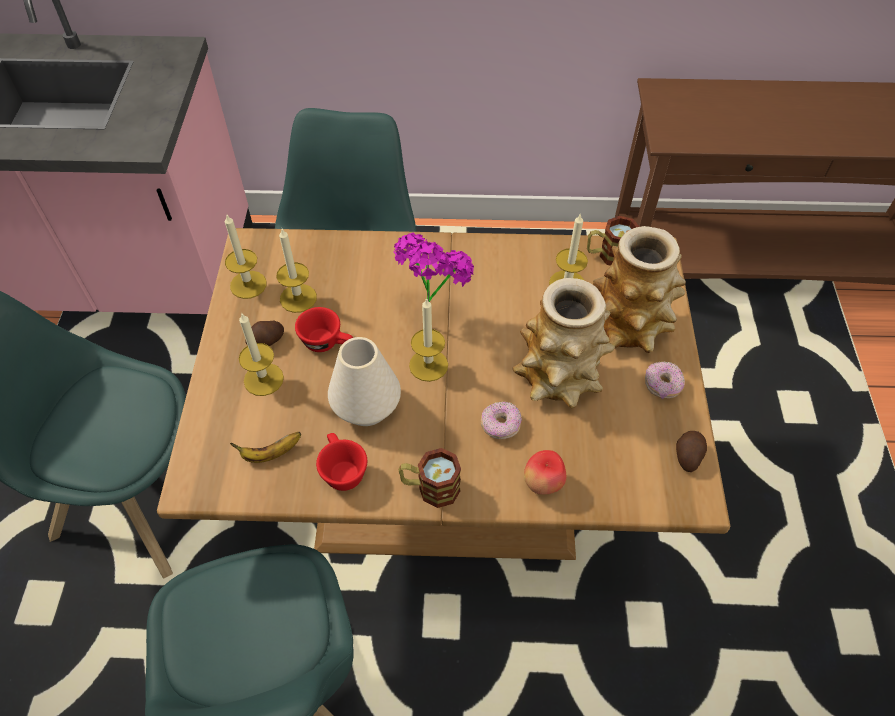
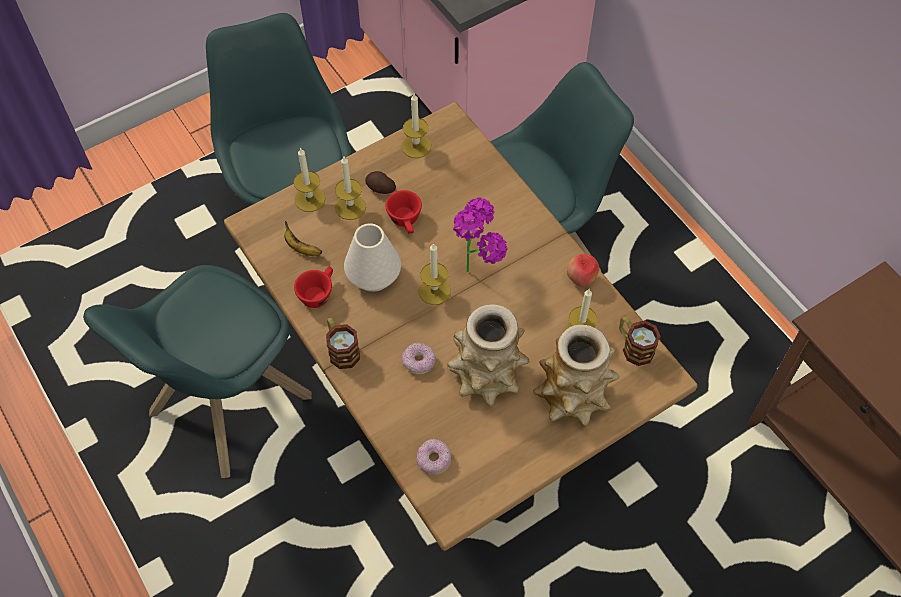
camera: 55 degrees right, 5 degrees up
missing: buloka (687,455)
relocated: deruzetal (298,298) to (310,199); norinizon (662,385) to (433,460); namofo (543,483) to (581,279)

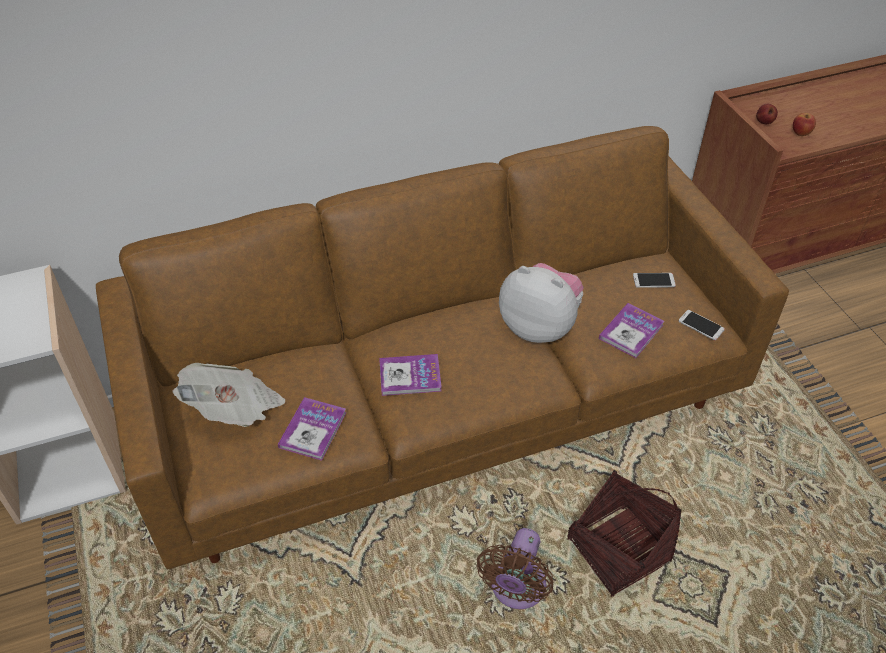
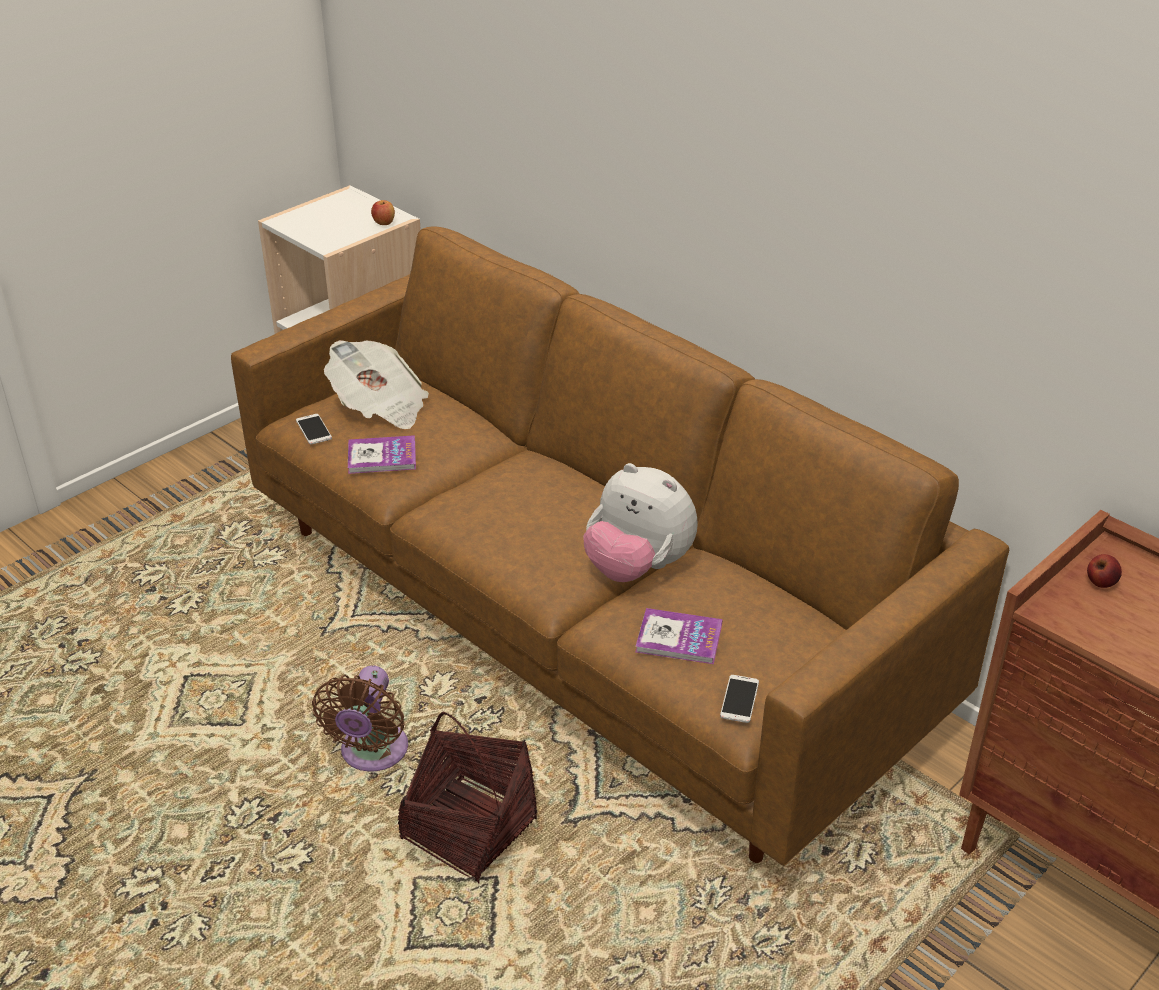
camera: 65 degrees right, 10 degrees down
missing: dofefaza (410,376)
relocated: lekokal (654,280) to (314,429); namofo (801,133) to (383,223)
spun: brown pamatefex (516,590) = (372,754) 75 degrees counterclockwise; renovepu (539,326) = (638,567) 120 degrees clockwise

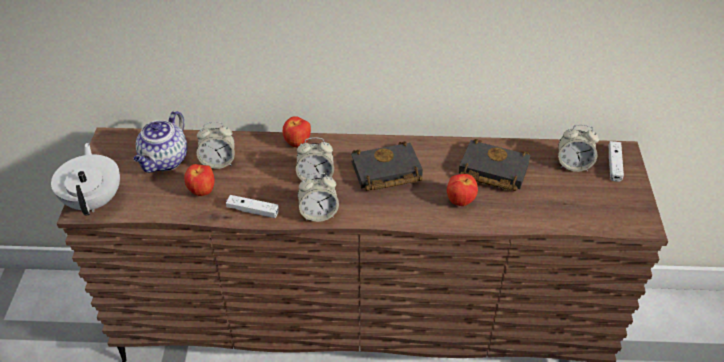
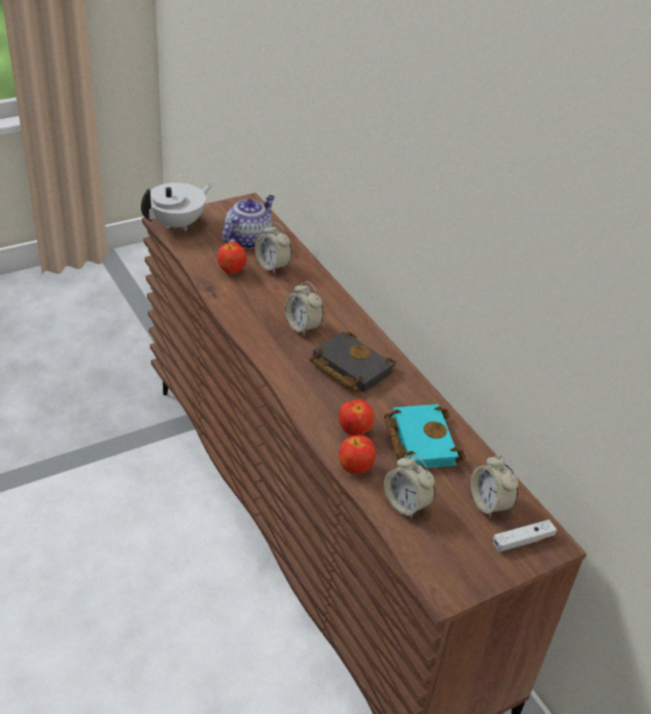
camera: 55 degrees right, 5 degrees down
missing: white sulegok (253,211)
relocated: namofo (297,144) to (355,469); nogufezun (318,213) to (406,505)
colour: black dofefaza (491,170) to turquoise dofefaza (418,440)
spun: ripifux (165,161) = (248,239) 135 degrees clockwise

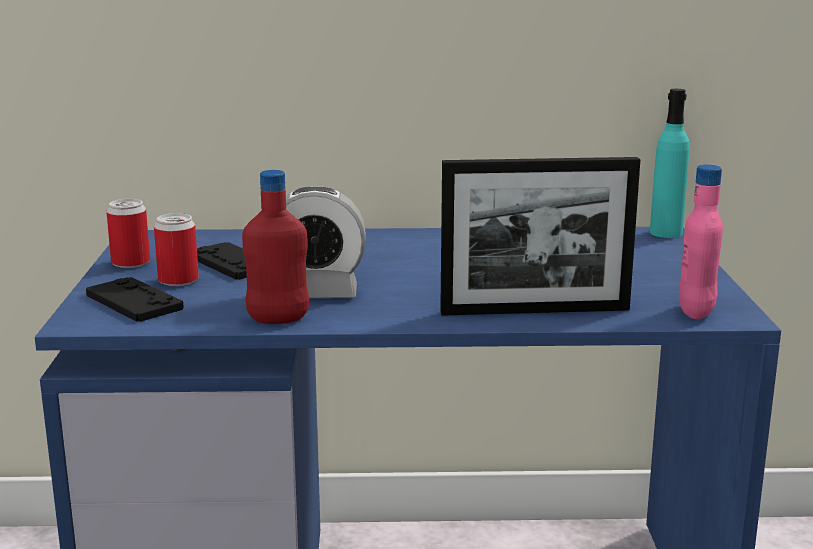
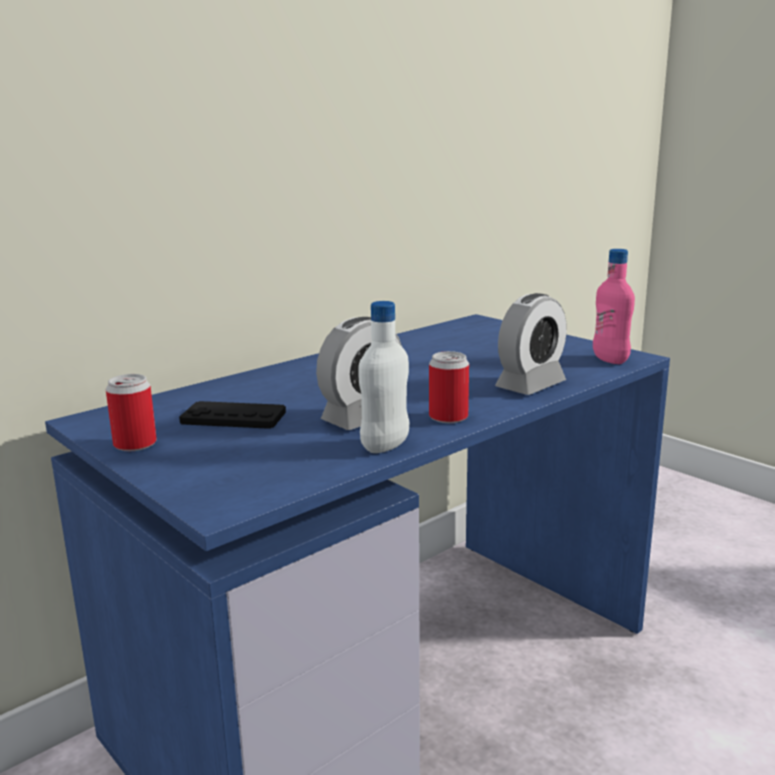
camera: 40 degrees left, 0 degrees up
missing: black sulegok (134,302); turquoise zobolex (666,233)
relocated: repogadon (178,280) to (448,417)
exchanged: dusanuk (535,311) to nogufezun (530,385)
colour: red zobolex (278,320) to white zobolex (385,446)

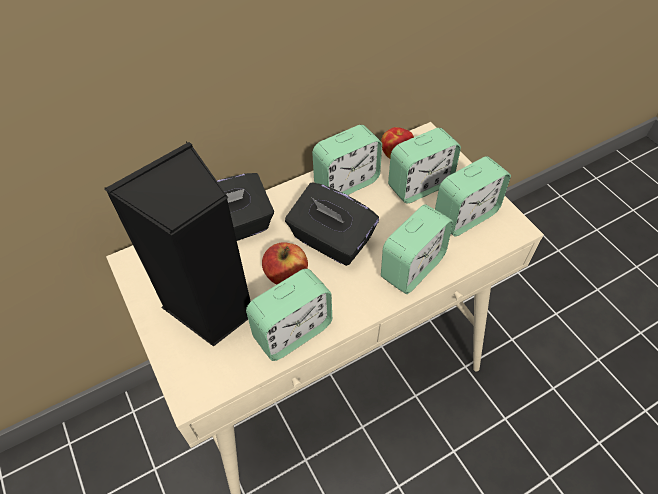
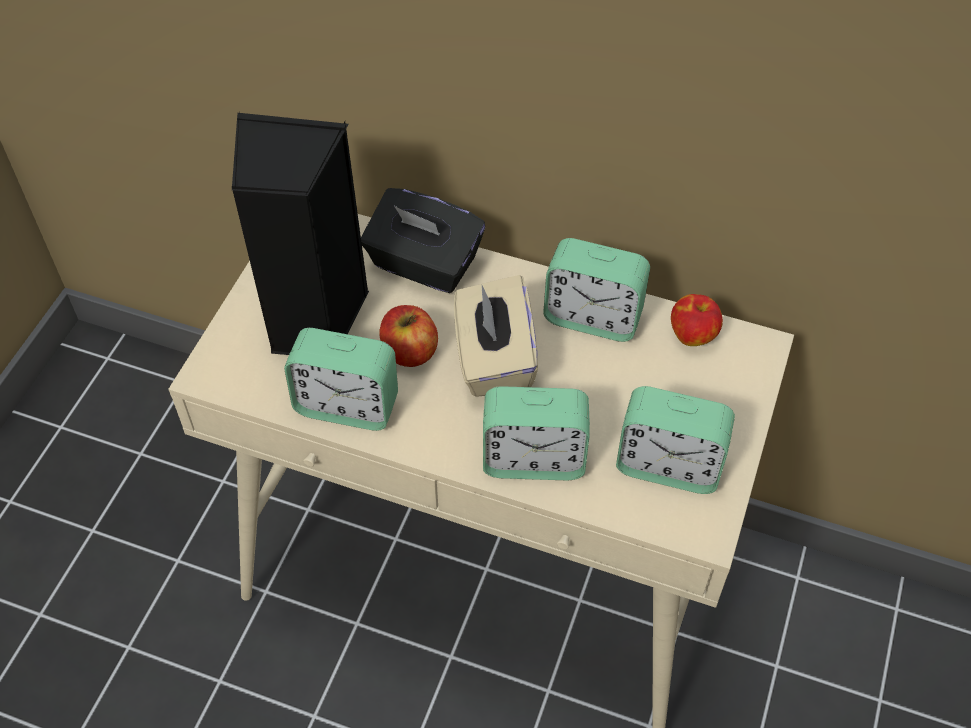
camera: 50 degrees right, 0 degrees up
missing: nogufezun (419,185)
colour: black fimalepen (330,240) to beige fimalepen (494,359)

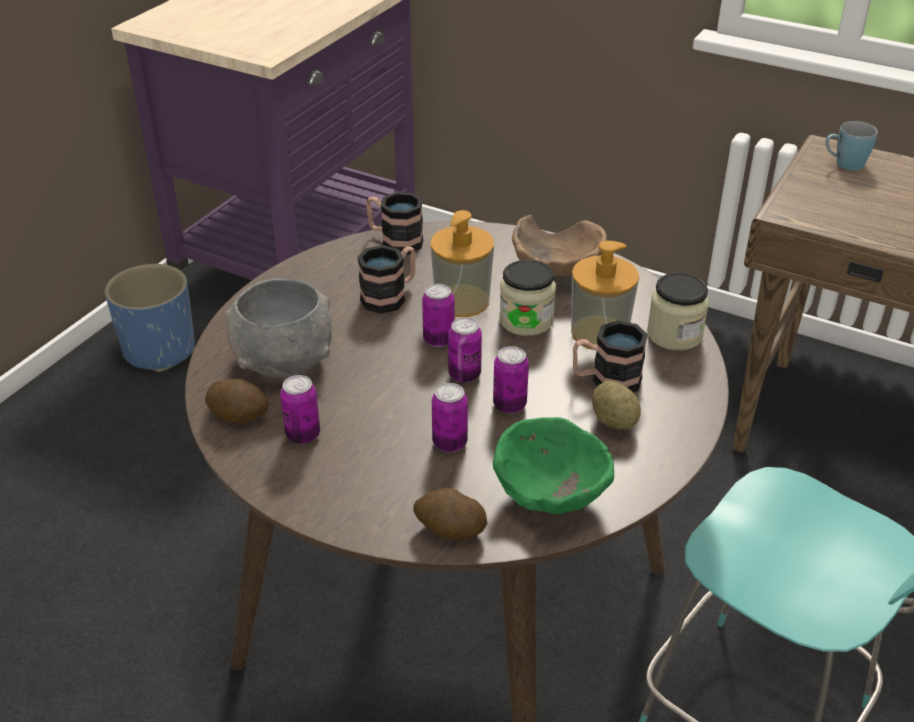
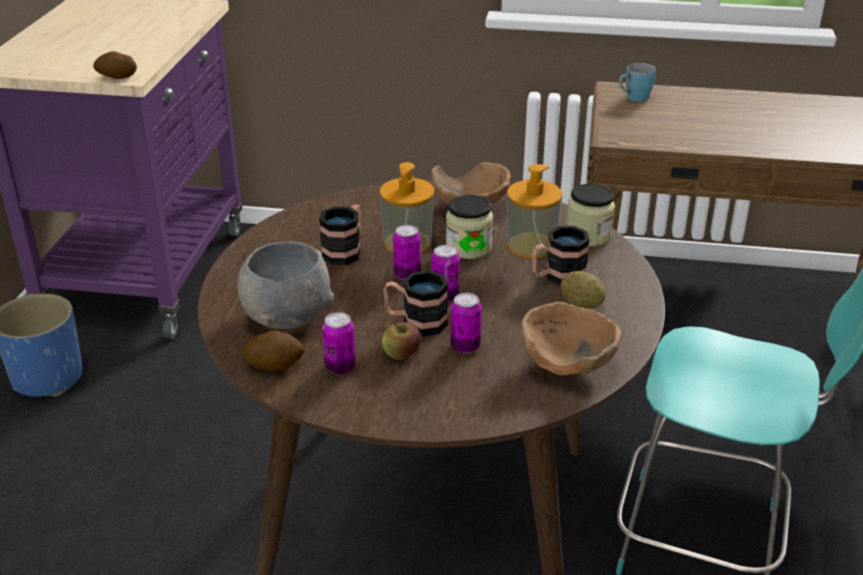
camera: 20 degrees left, 5 degrees down
missing: repogadon (509,405)
appeared: namofo (401,354)
relocated: buloka (449,529) to (116,77); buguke (394,241) to (416,322)
colour: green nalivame (554,496) to brown nalivame (570,365)

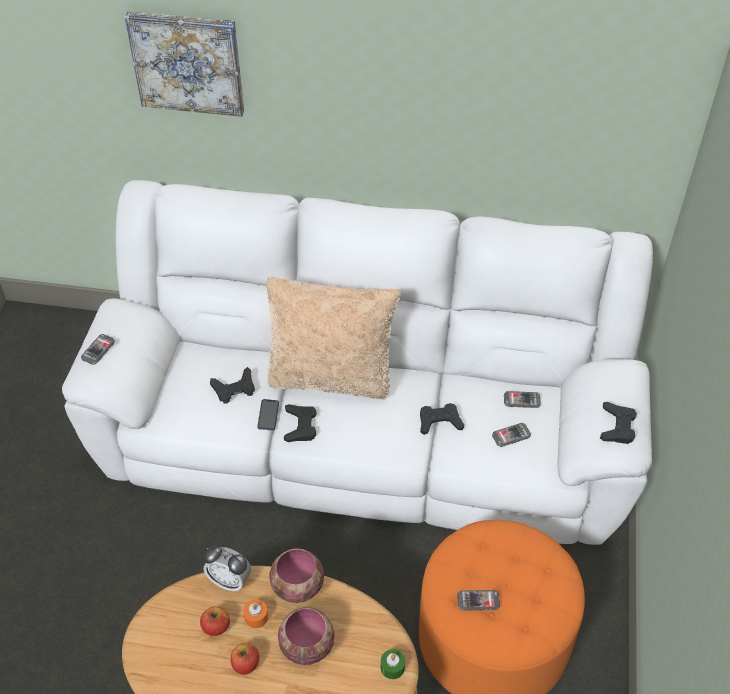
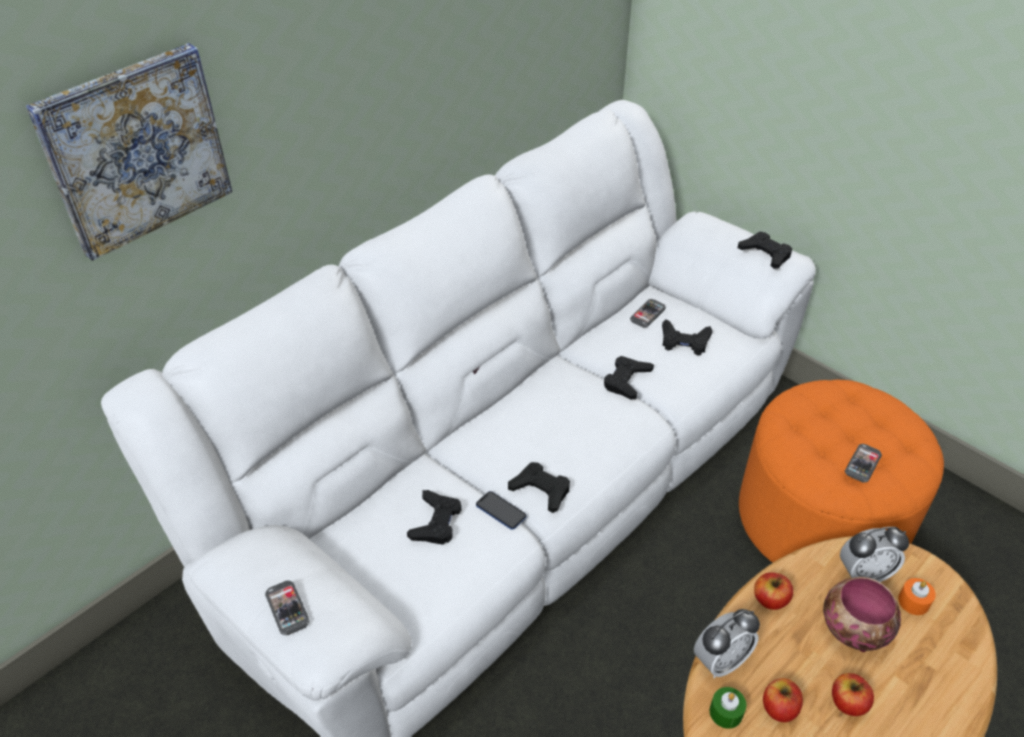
camera: 55 degrees left, 5 degrees down
missing: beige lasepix (332,380)
appeared: nogufezun (863,574)
relocated: green deruzetal (392,667) to (726,712); orange deruzetal (256,617) to (913,601)
exchanged: lekokal (511,435) to black sulegok (684,341); nalivame (297,588) to namofo (770,599)

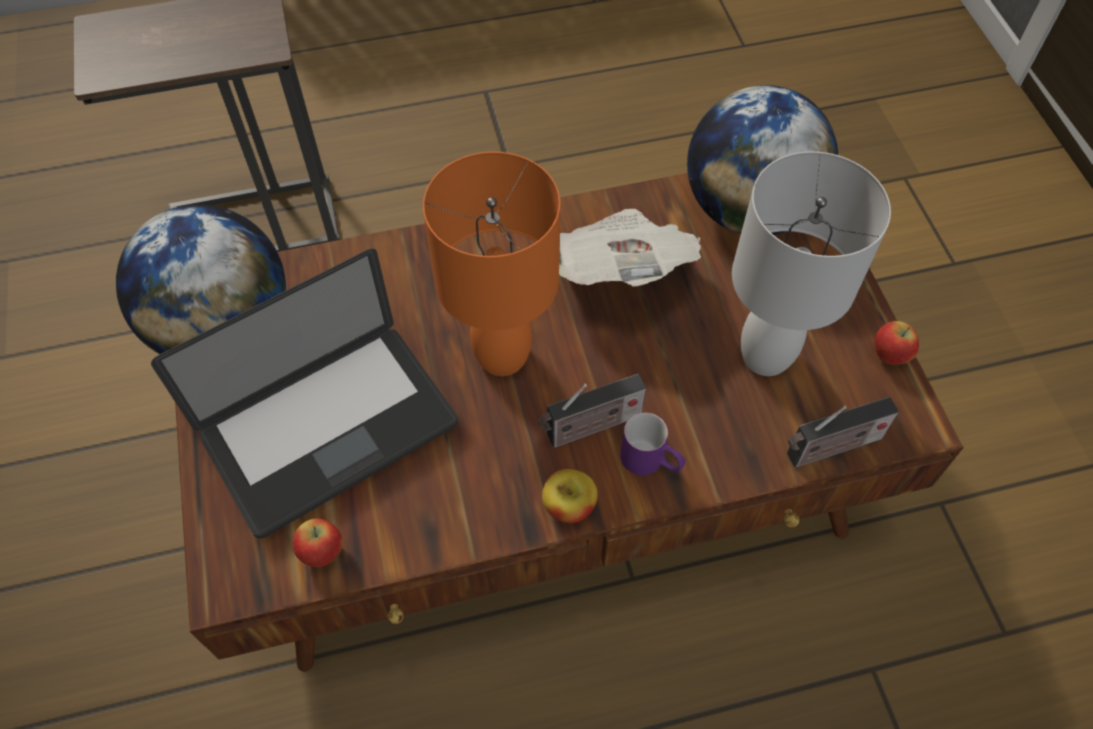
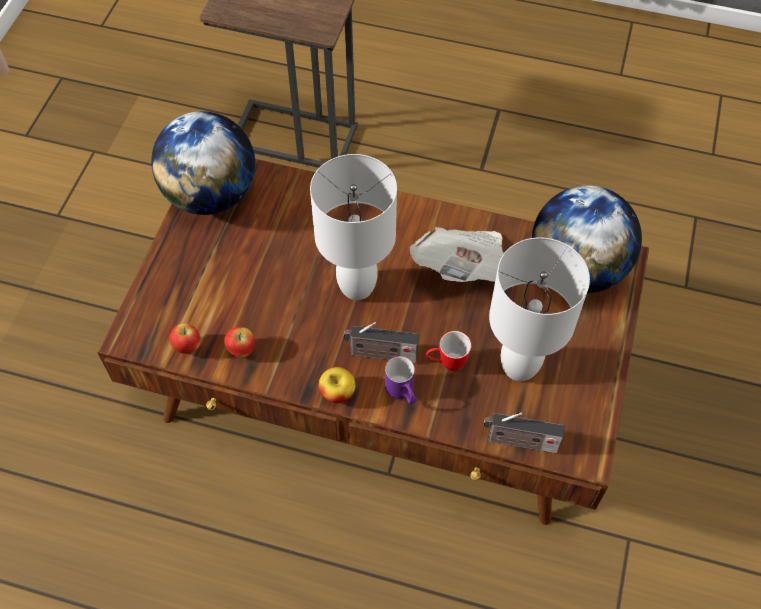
camera: 30 degrees right, 0 degrees up
missing: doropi (330,430)
appeared: buguke (446,363)
relocated: namofo (889,355) to (241,350)
colour: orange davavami (504,356) to white davavami (358,287)

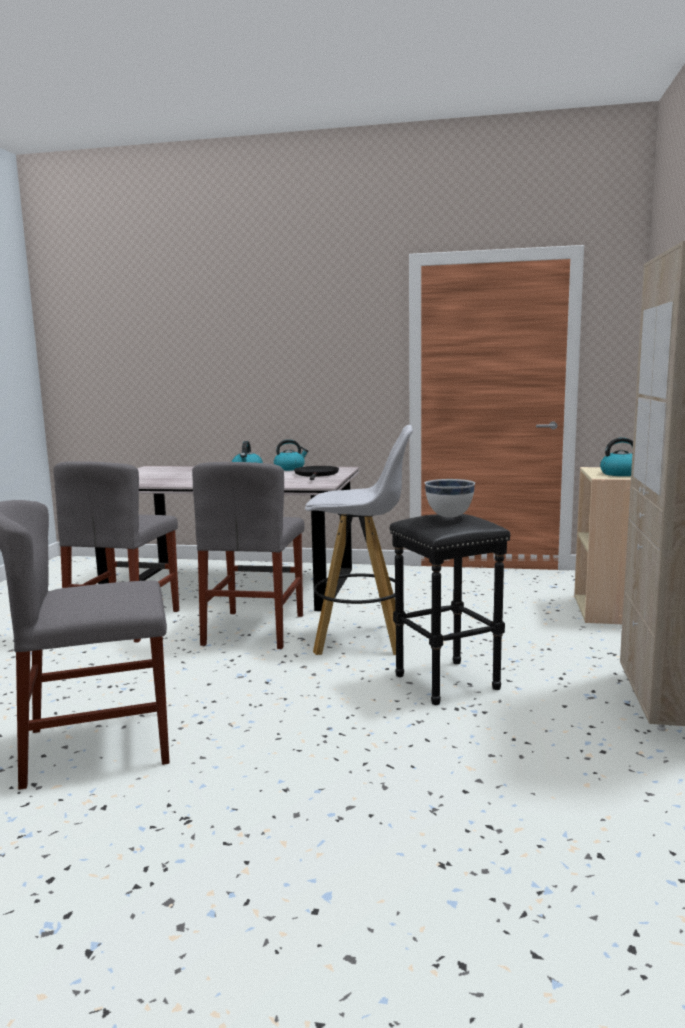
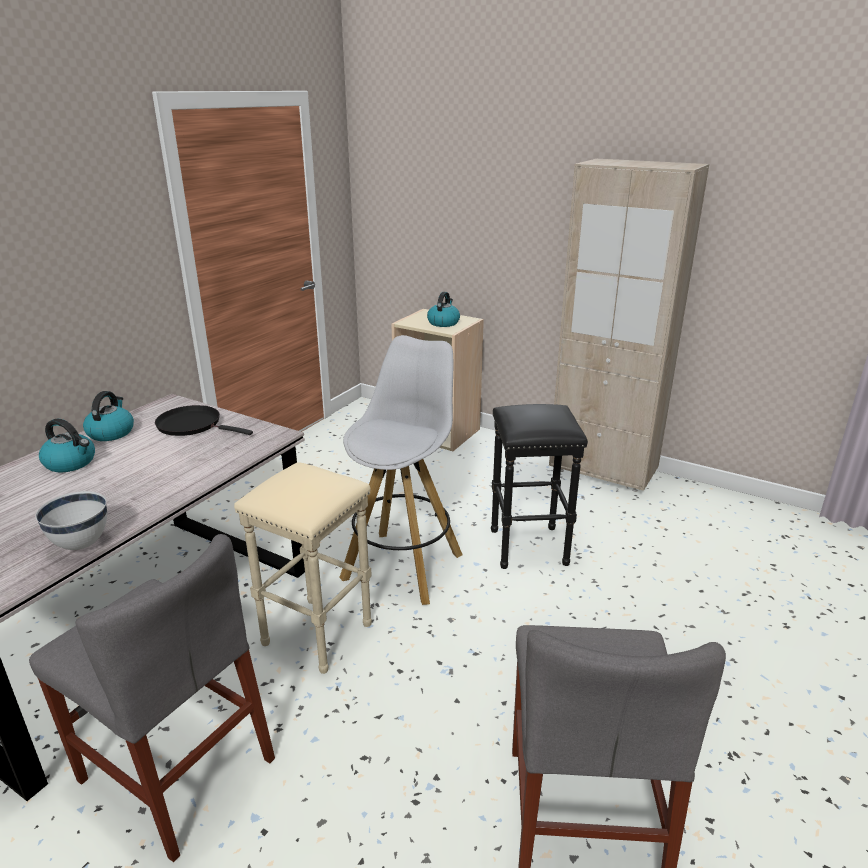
camera: 70 degrees left, 15 degrees up
relocated: white nalivame (449,517) to (81,544)
exchanged: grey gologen (254,629) to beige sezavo (317,635)

